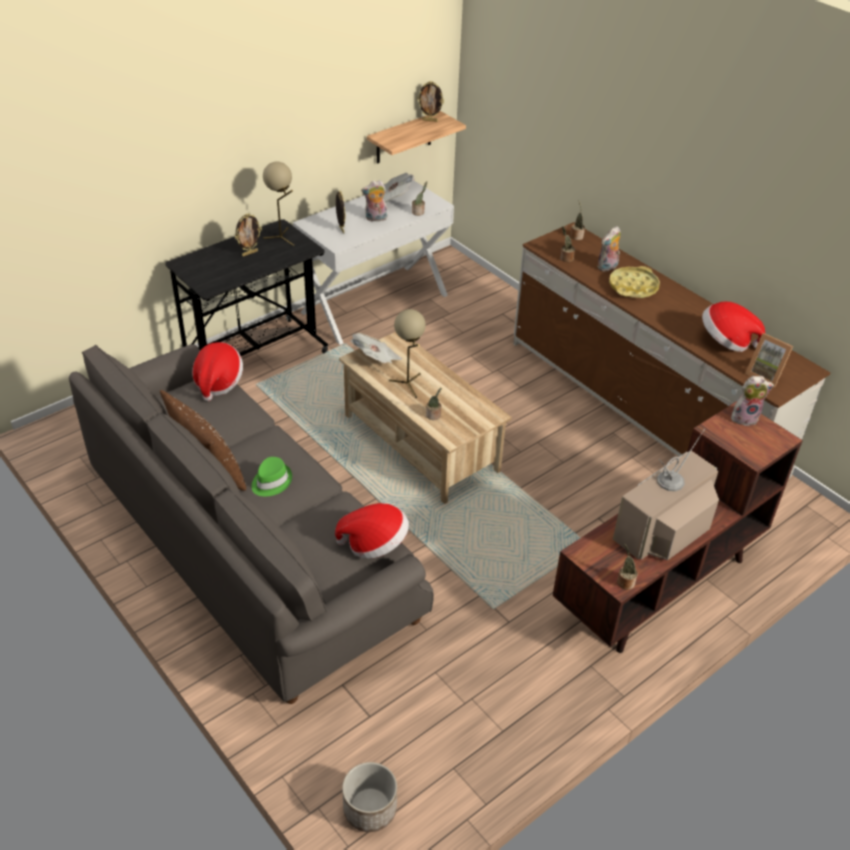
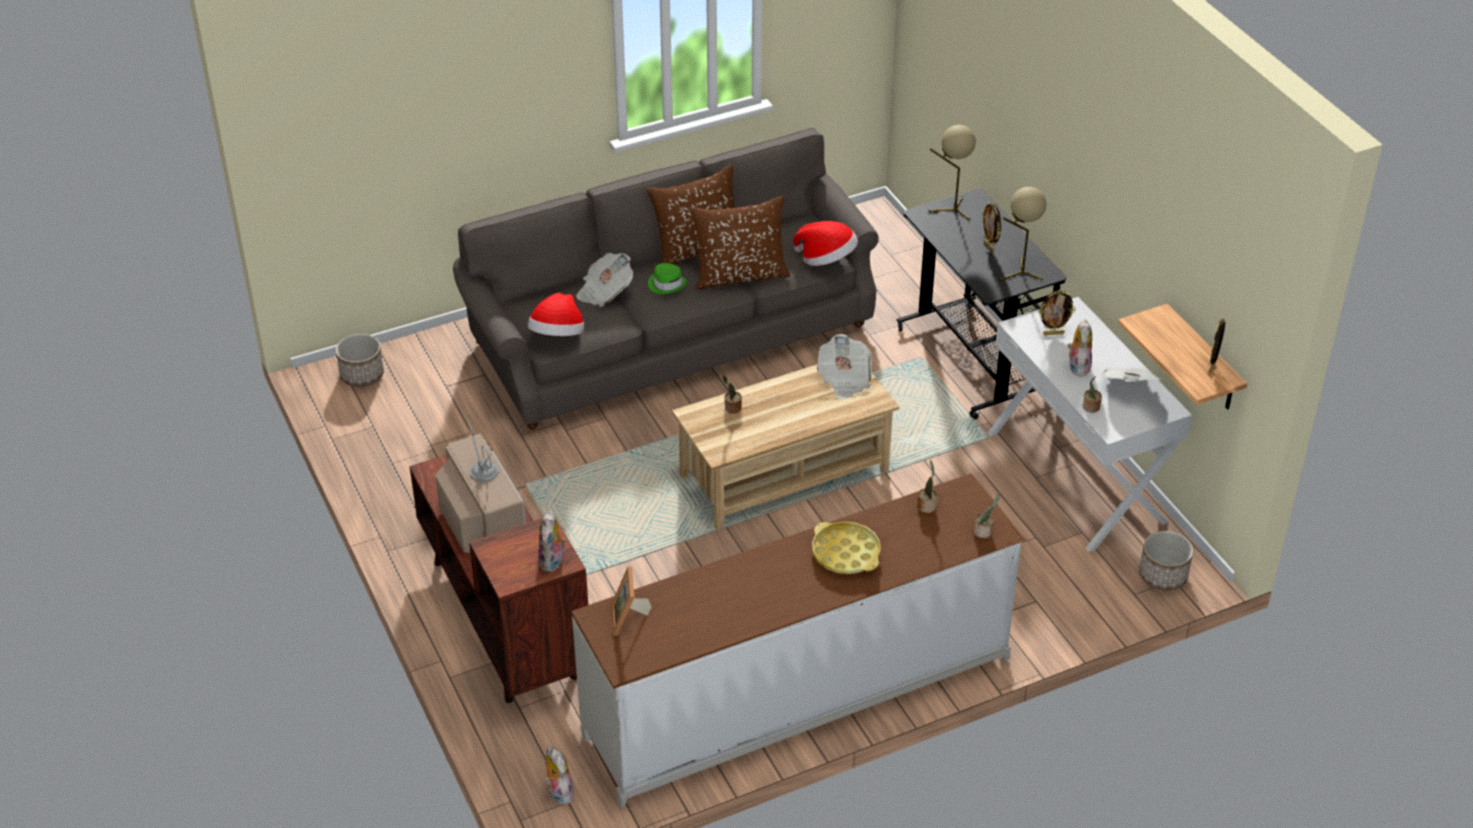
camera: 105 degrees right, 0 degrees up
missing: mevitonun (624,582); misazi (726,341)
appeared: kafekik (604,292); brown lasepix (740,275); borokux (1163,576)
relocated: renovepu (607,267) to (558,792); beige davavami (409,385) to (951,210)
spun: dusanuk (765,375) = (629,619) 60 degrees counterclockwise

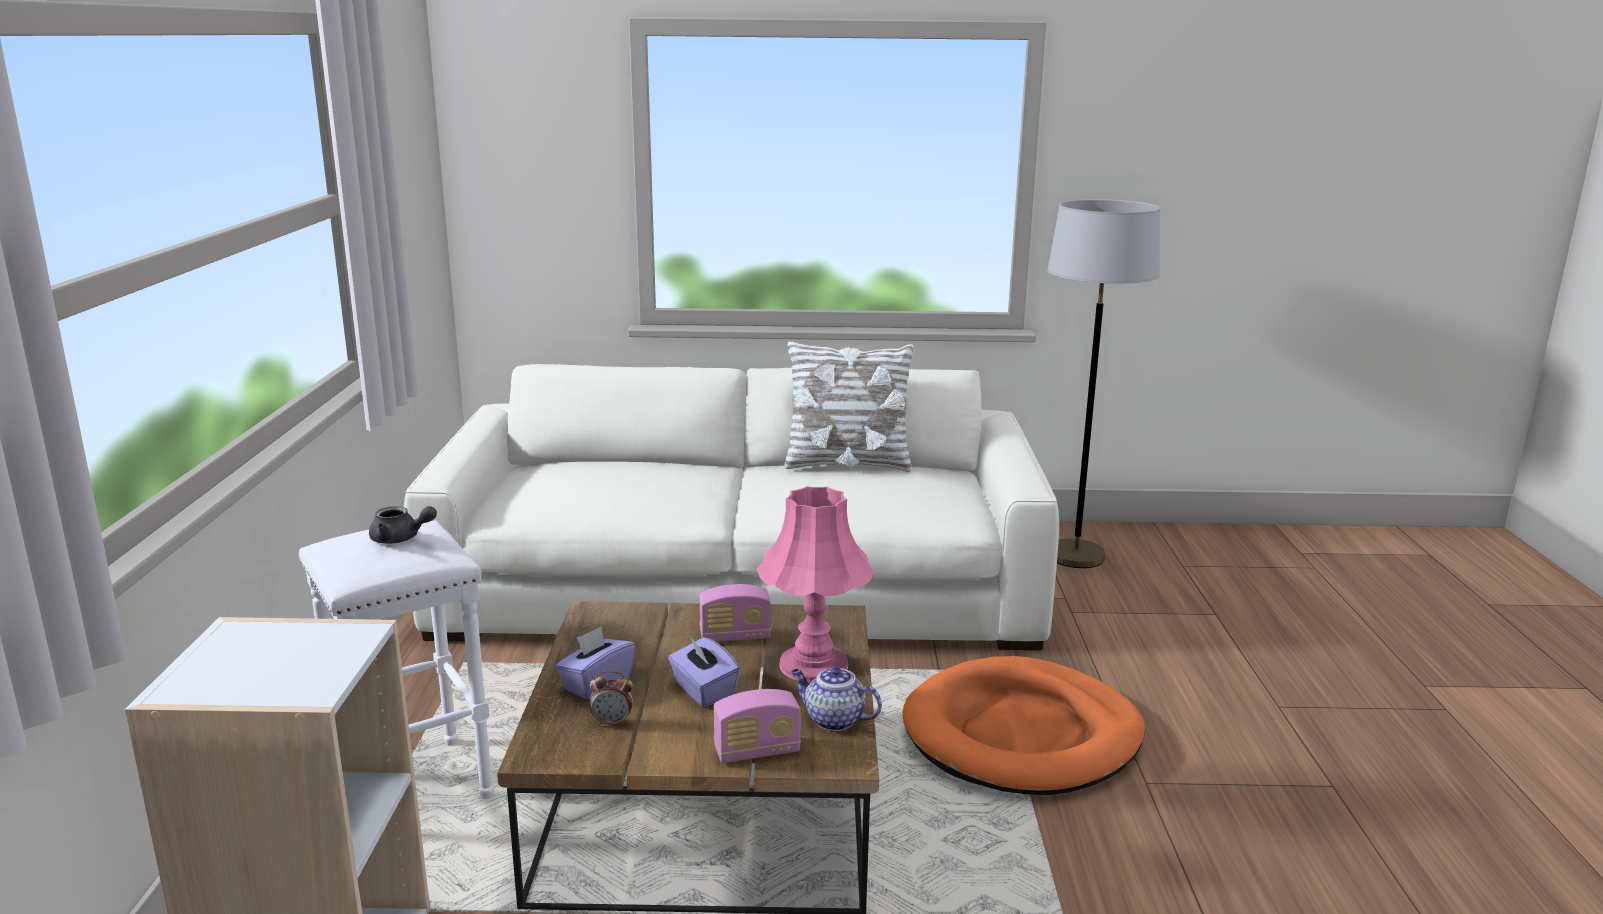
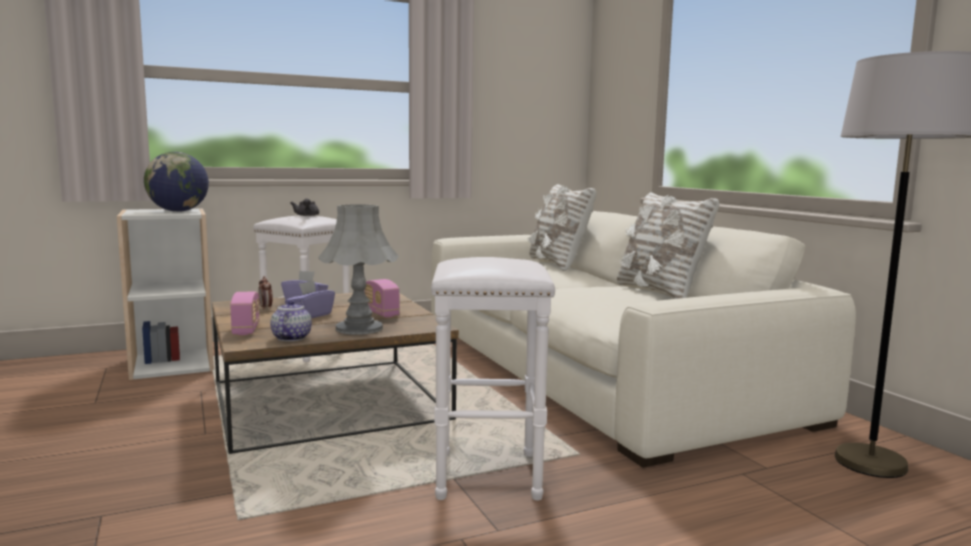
camera: 65 degrees right, 10 degrees down
appeared: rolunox (178,211); white lasepix (557,264)
exchanged: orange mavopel (1022,735) to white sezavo (490,476)
colour: pink davavami (813,664) to grey davavami (359,328)
spun: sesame (757,752) = (246,329) 150 degrees counterclockwise

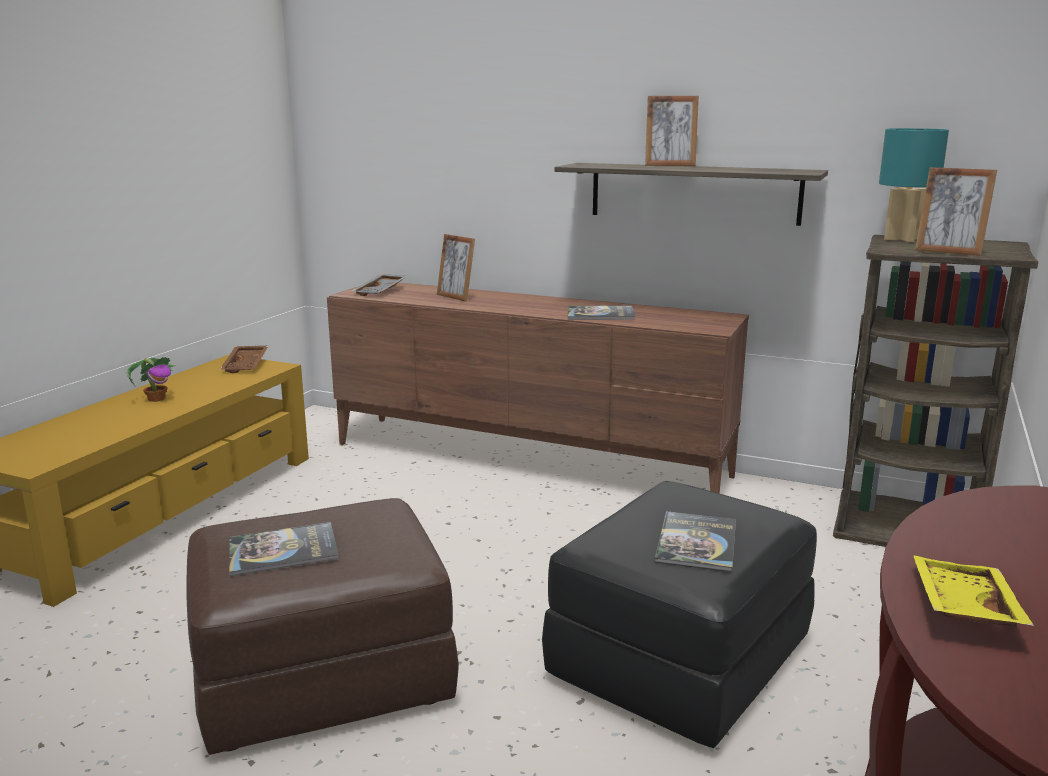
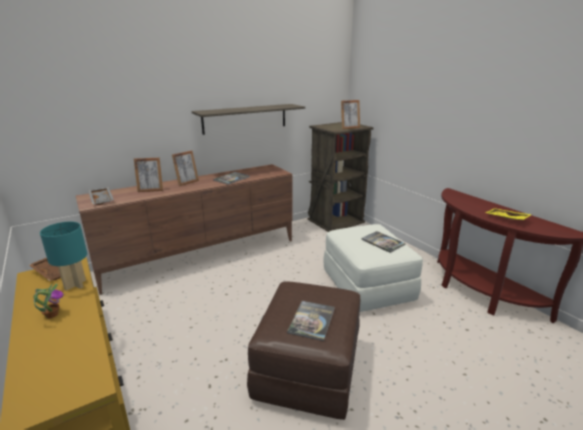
camera: 55 degrees left, 5 degrees up
relocated: turquoise davavami (901,239) to (75,285); dusanuk (669,165) to (187,183)
colour: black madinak (680,661) to white madinak (368,286)

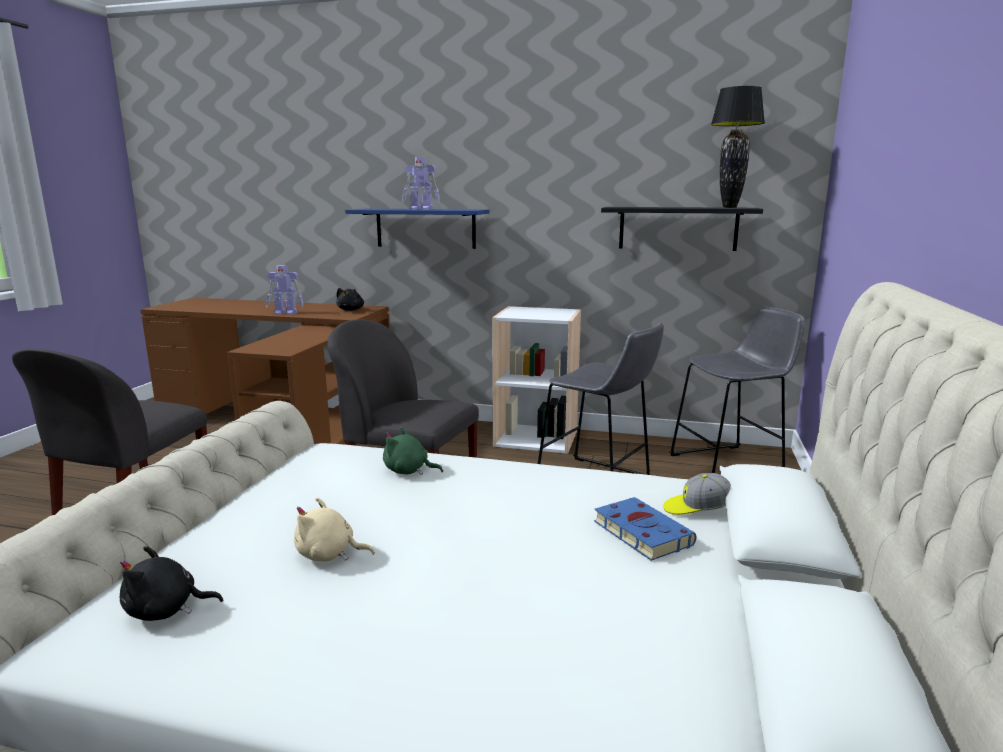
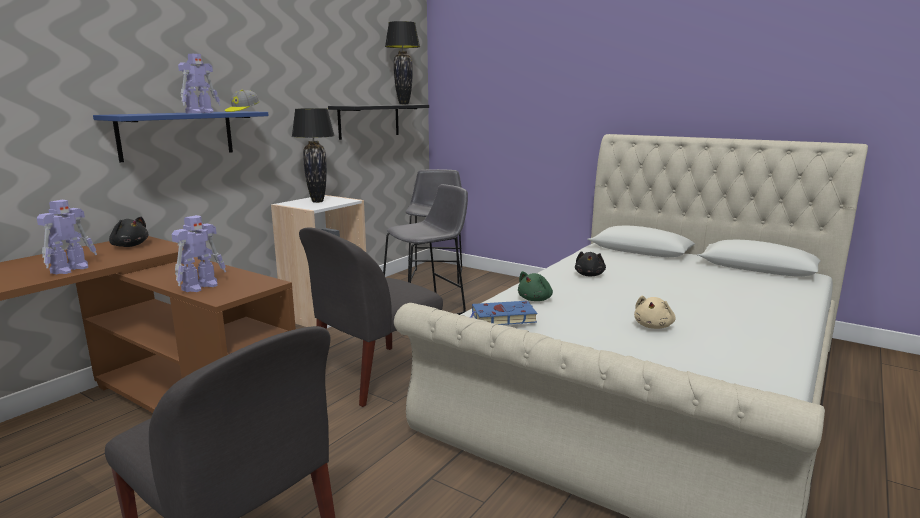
camera: 70 degrees left, 0 degrees up
appeared: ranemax (201,286); black davavami (318,201)
relocated: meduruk (697,509) to (242,111); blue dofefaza (640,532) to (501,318); black renovepu (166,610) to (589,275)

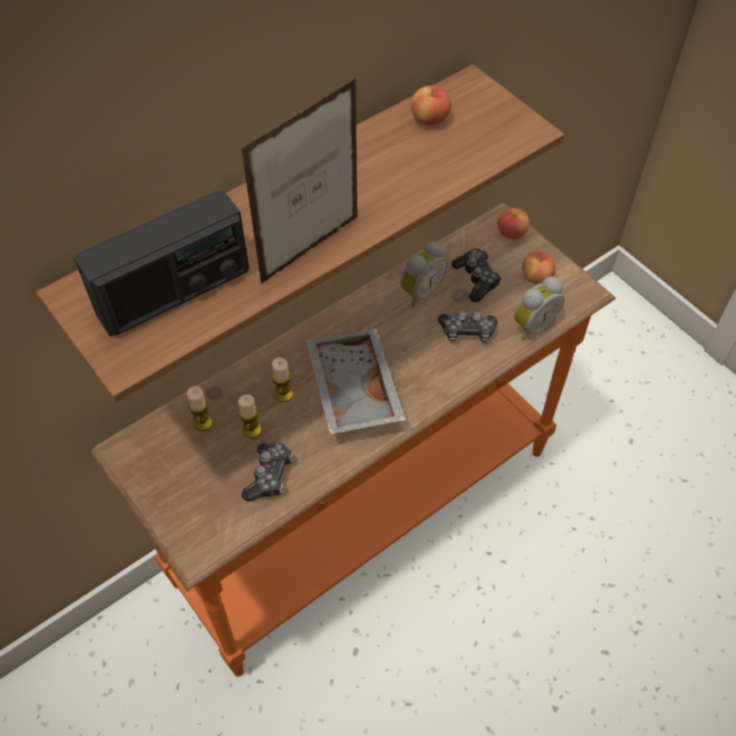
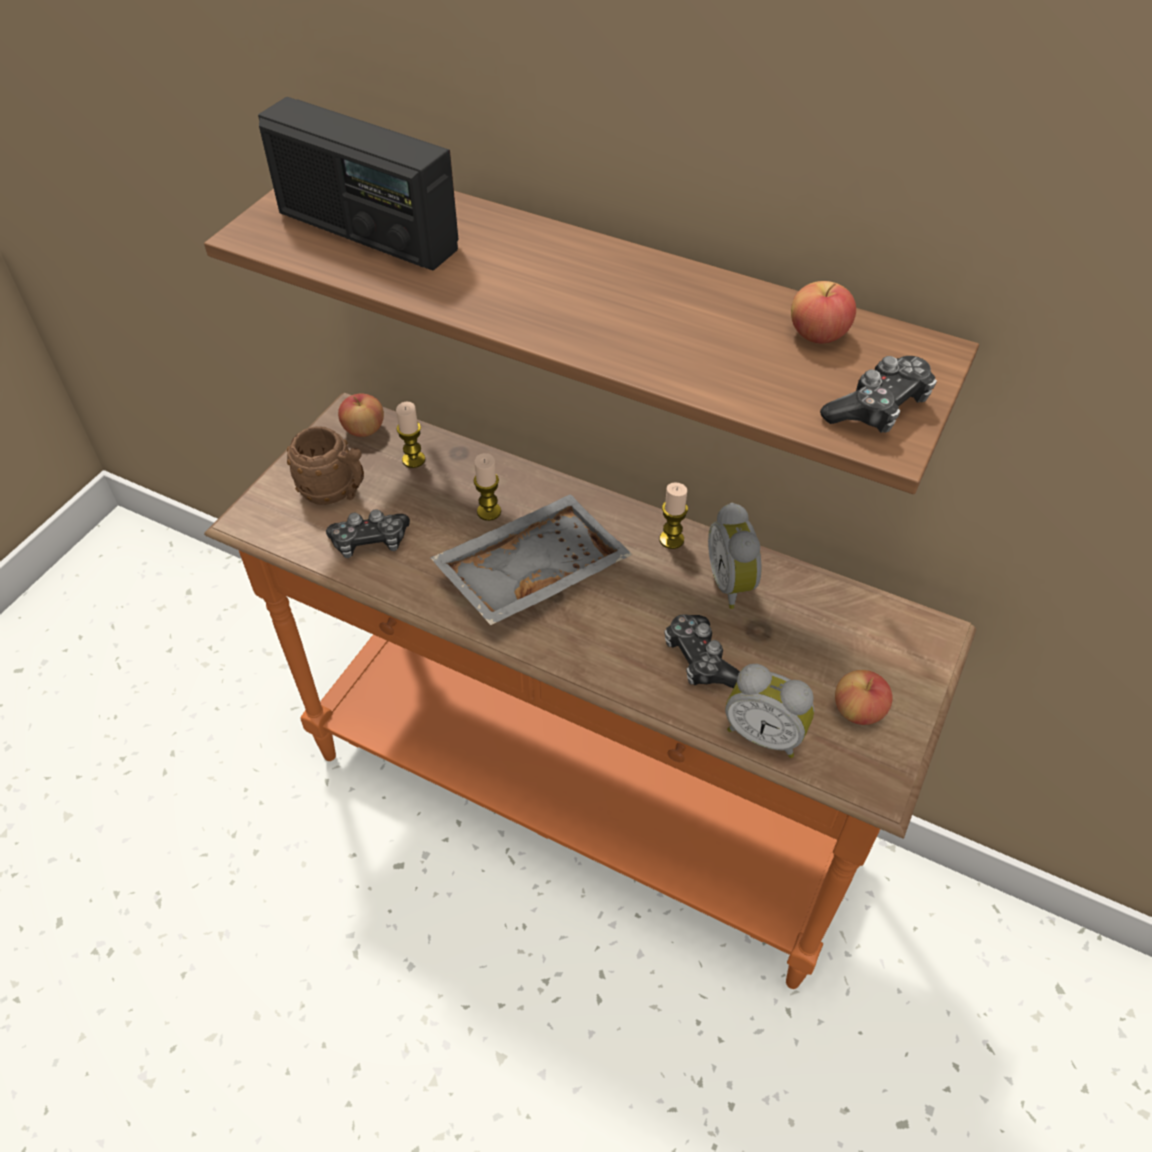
camera: 65 degrees right, 5 degrees down
missing: dusanuk (310,249)
appeared: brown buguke (336,493)
relocated: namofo (511,233) to (364,429); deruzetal (252,430) to (671,539); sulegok (476,279) to (878,408)
spun: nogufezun (420,291) = (733,584) 60 degrees clockwise

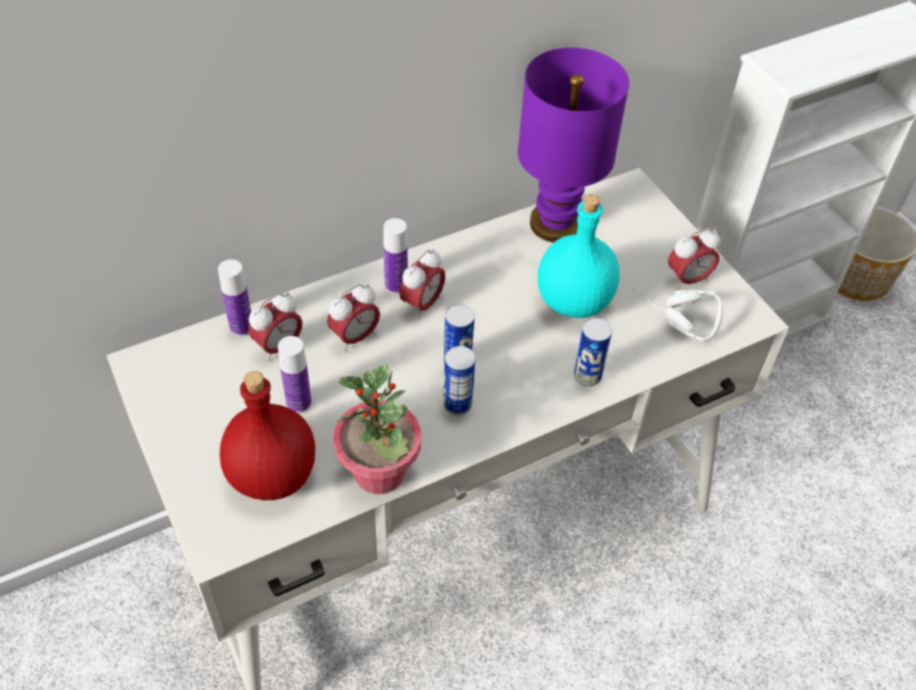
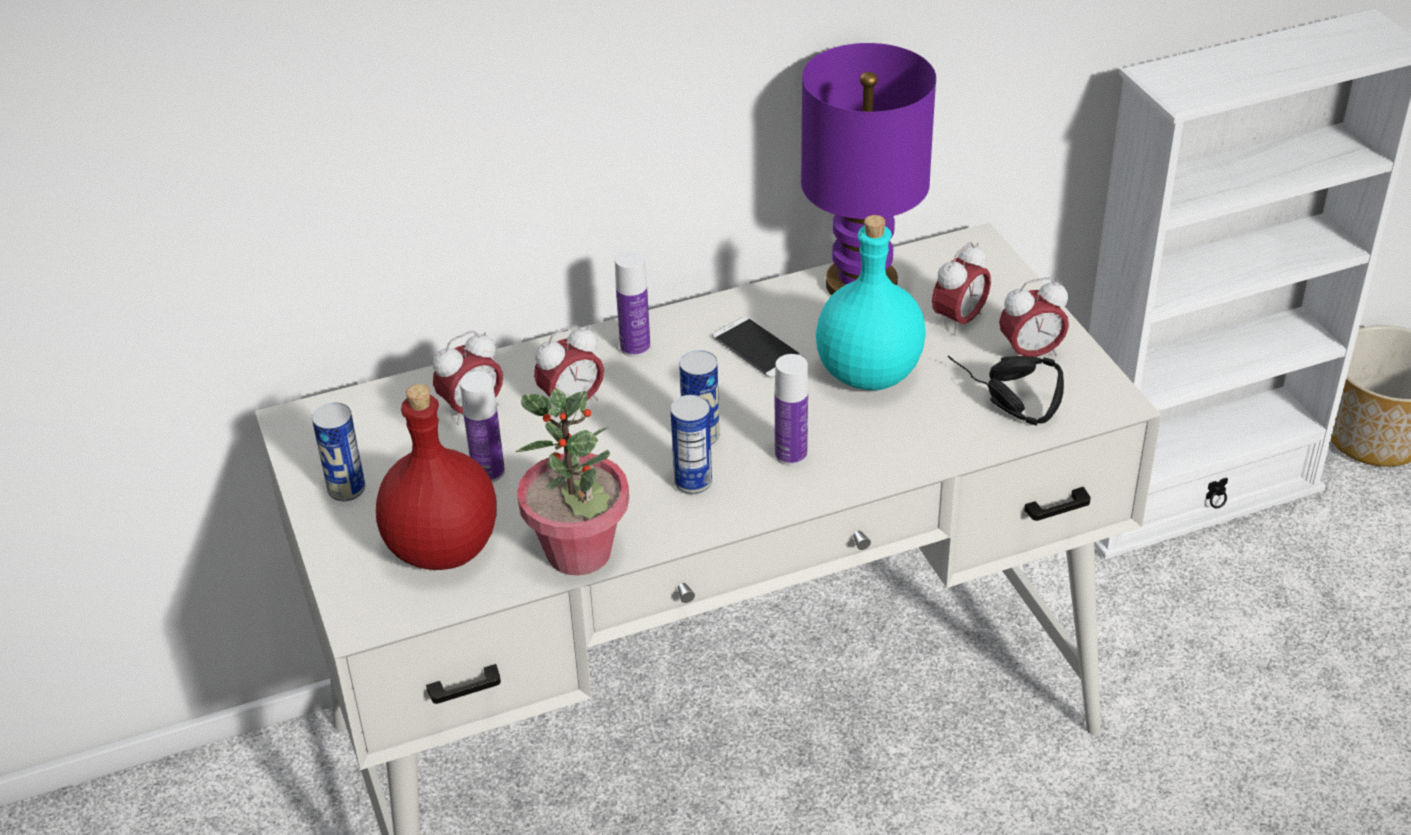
camera: 10 degrees right, 10 degrees down
appeared: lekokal (757,348)
relocated: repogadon (587,376) to (346,489); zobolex (241,327) to (791,454); nogufezun (422,304) to (959,321)
colour: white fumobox (671,320) to black fumobox (998,400)

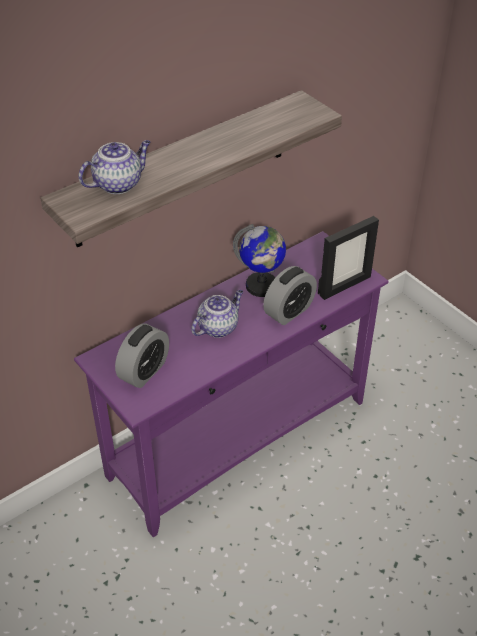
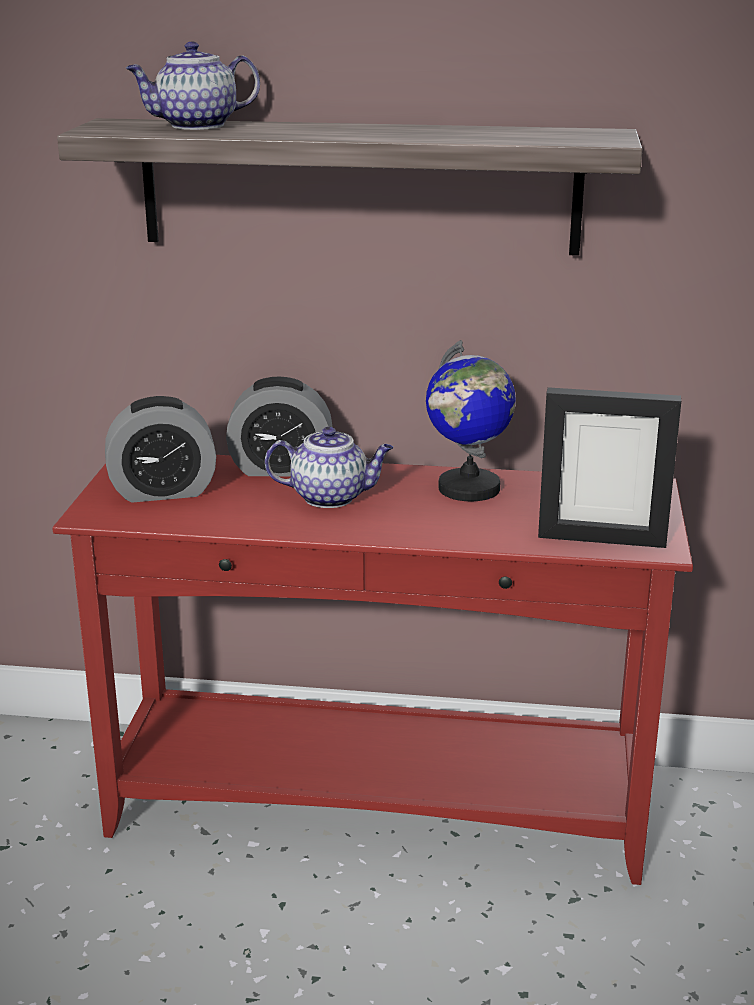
camera: 45 degrees right, 20 degrees down
relocated: nogufezun (289,311) to (281,469)
colour: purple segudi (239,437) to red segudi (379,804)
spun: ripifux (118,184) = (195,126) 150 degrees clockwise

